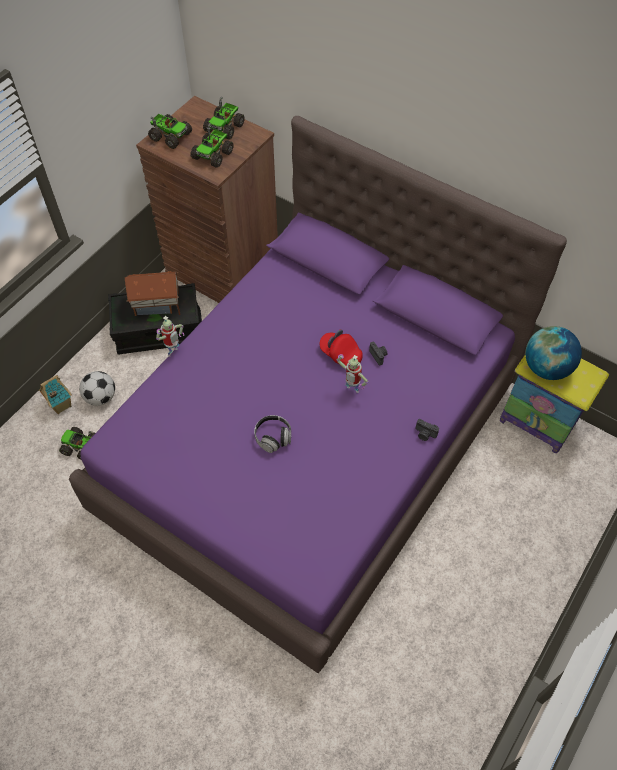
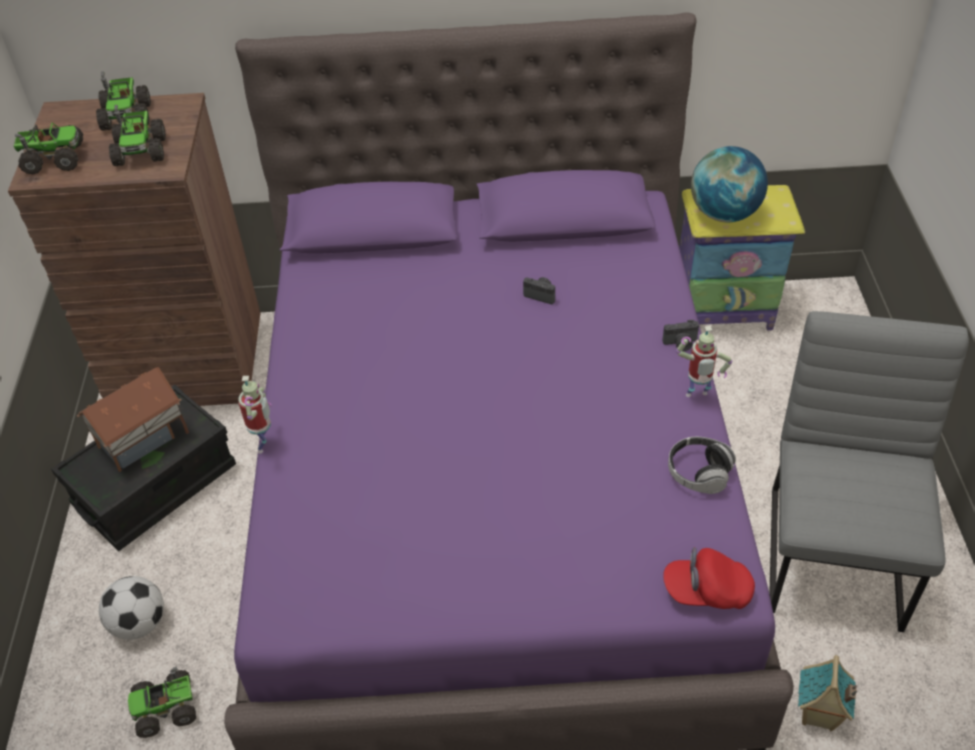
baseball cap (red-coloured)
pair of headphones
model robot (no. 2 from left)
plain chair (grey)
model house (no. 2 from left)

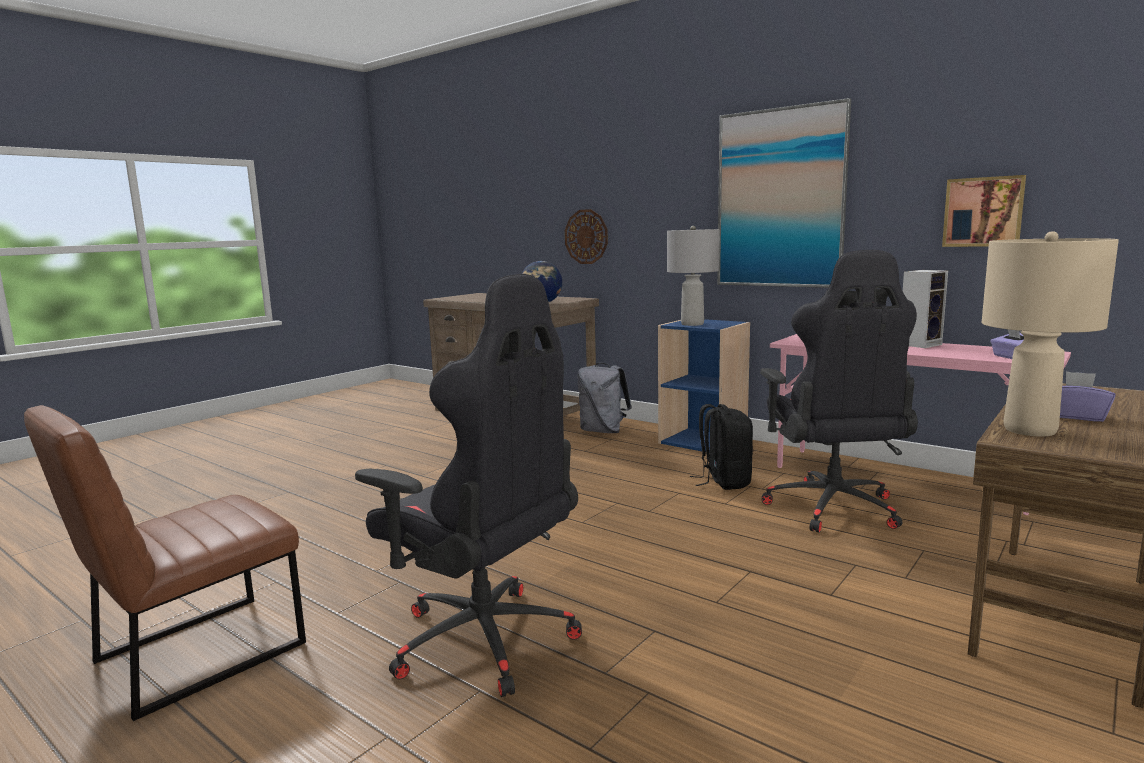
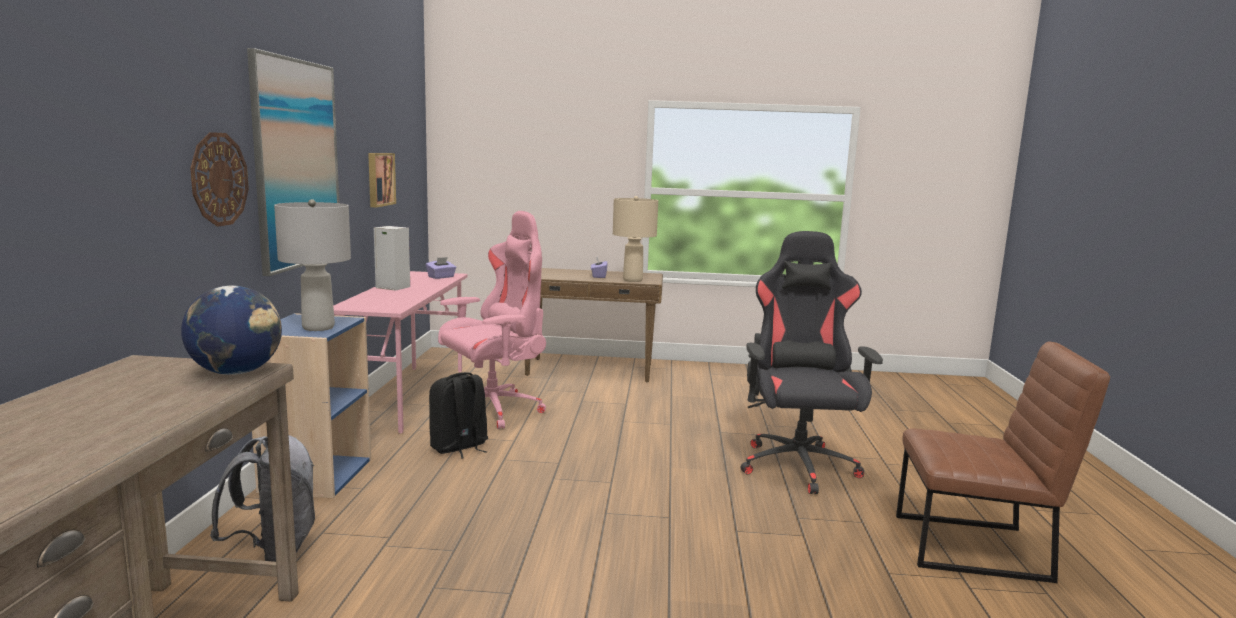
wall clock
office chair (pinkish)

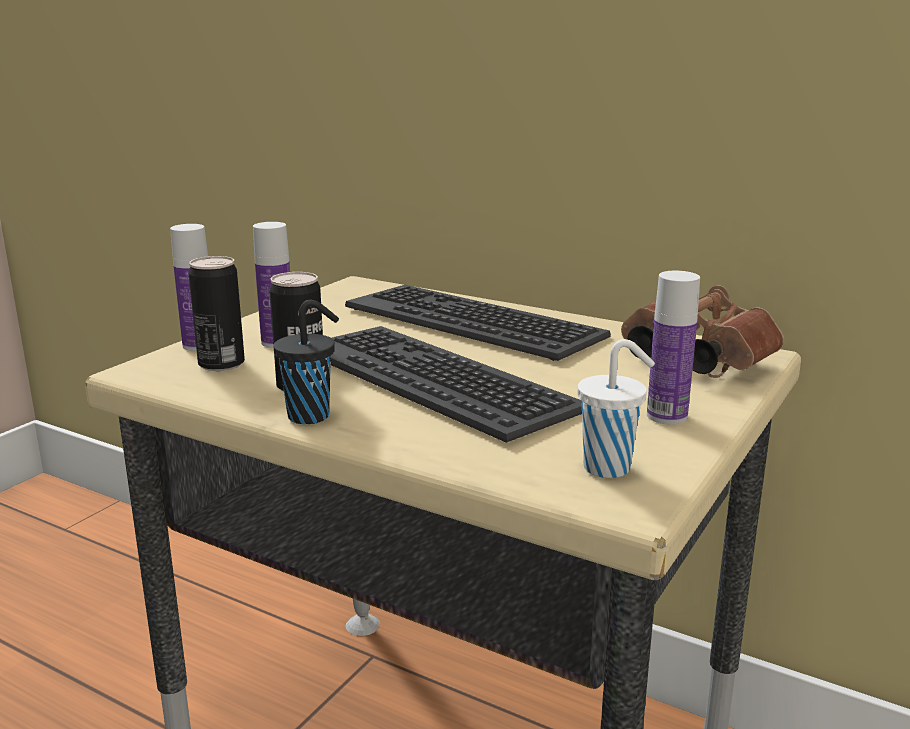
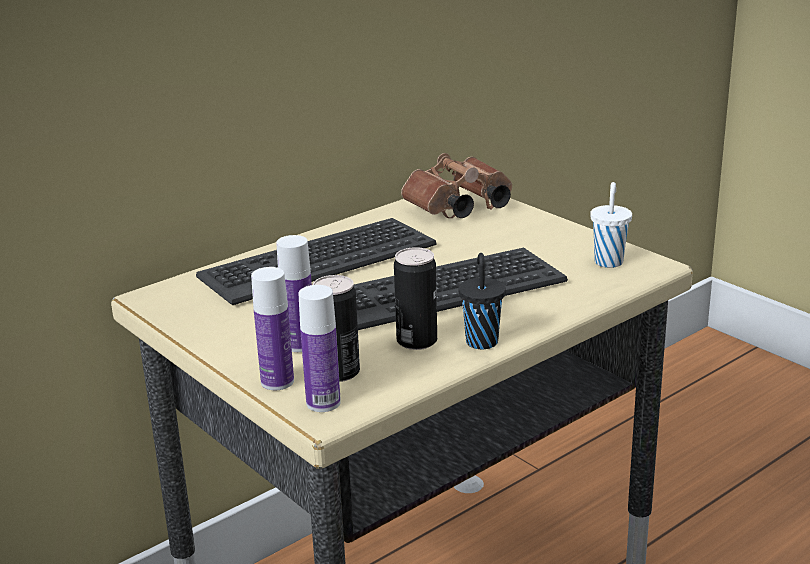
bottle (no. 3 from left)

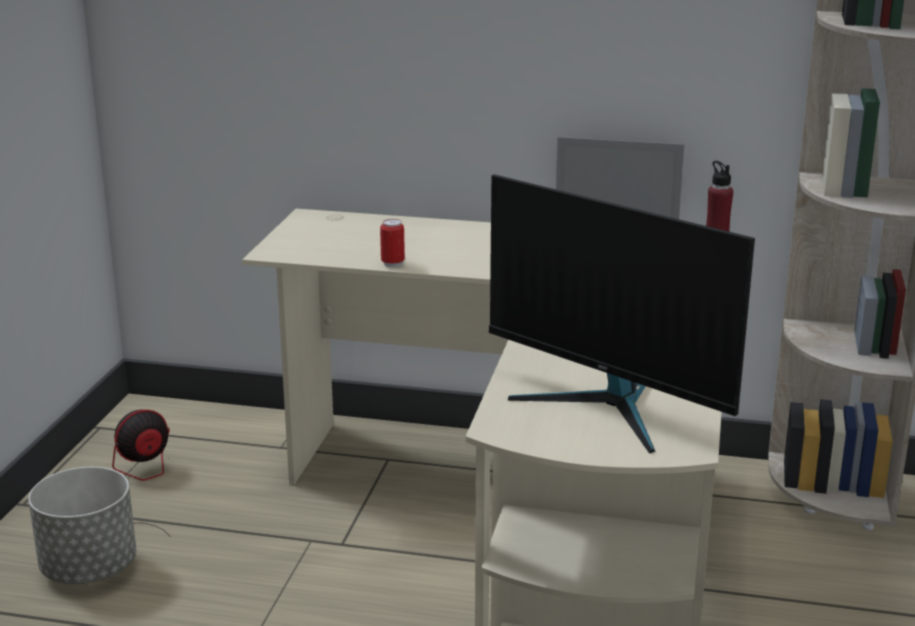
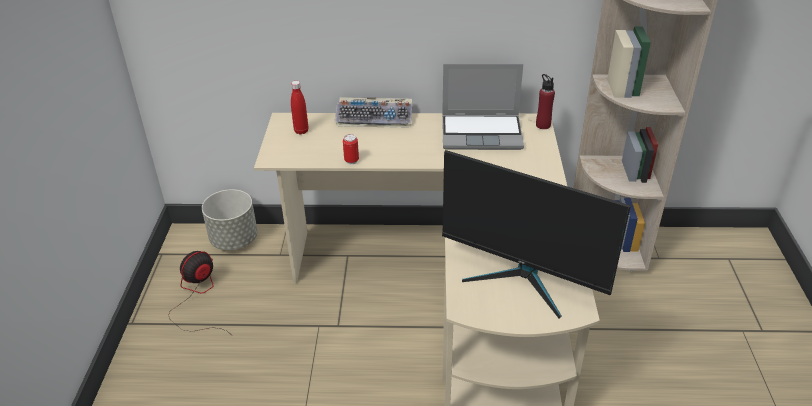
flower pot (grey)
bottle (red-coloured) (no. 1 from left)
computer keyboard

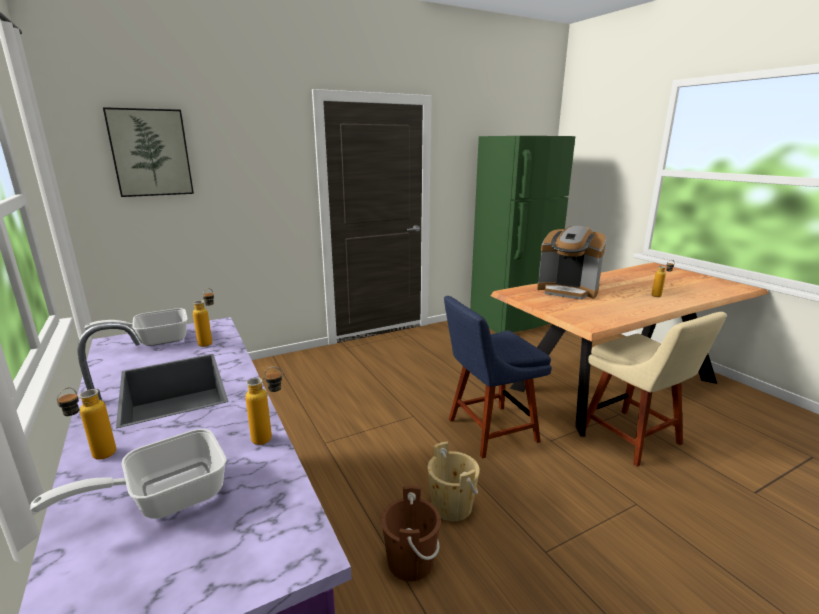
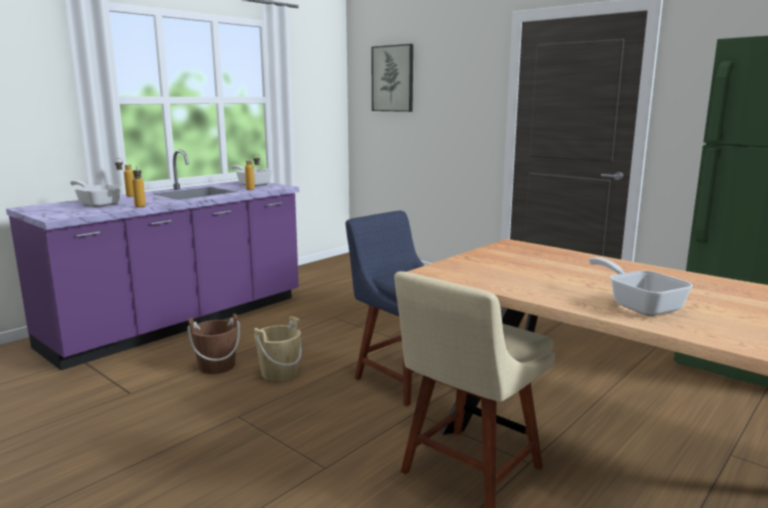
pan (no. 3 from left)
coffee maker

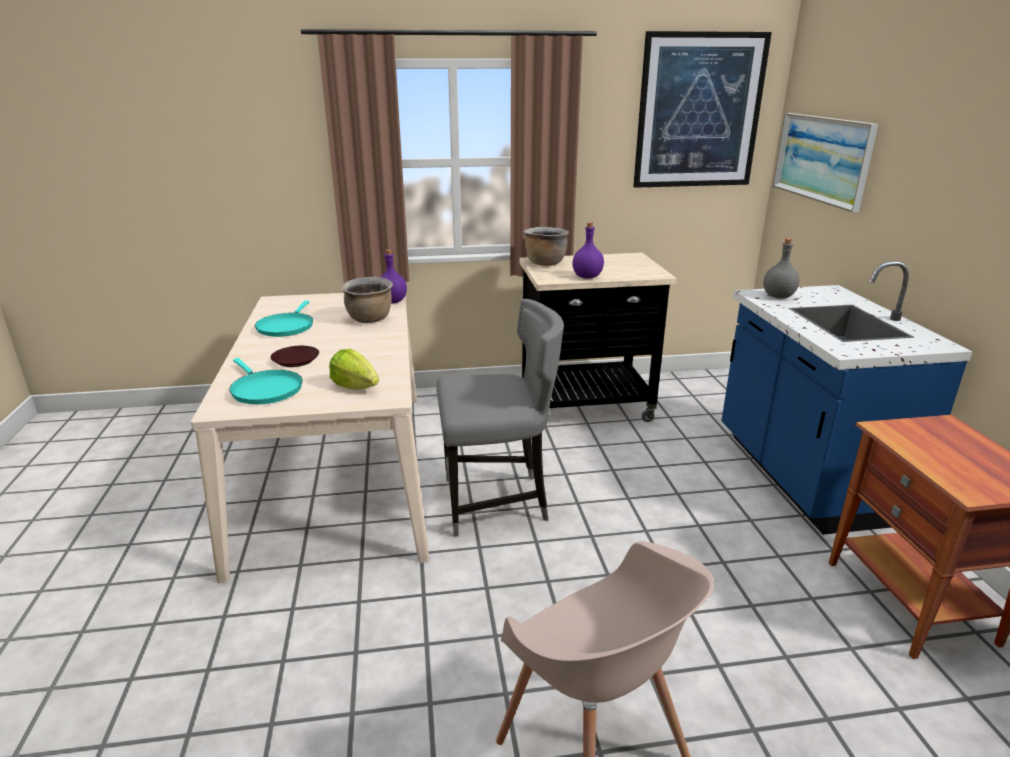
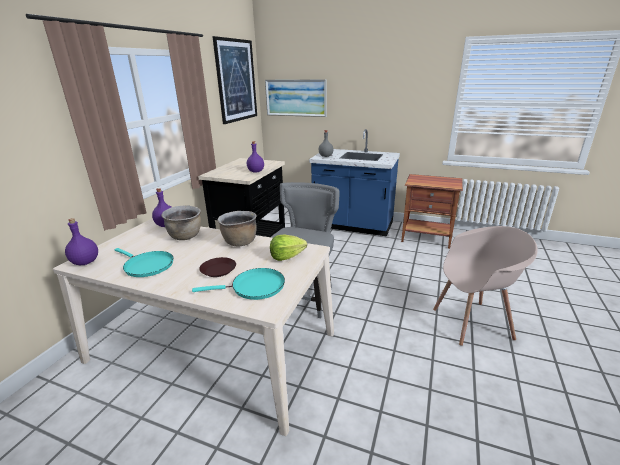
bottle (purple) (no. 1 from left)
saucepot (brown-coloured) (no. 2 from left)

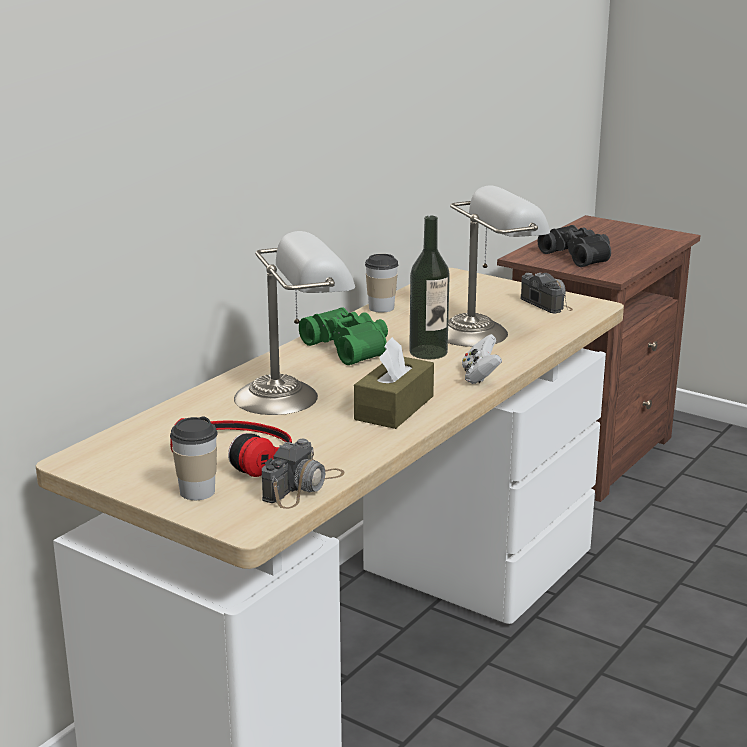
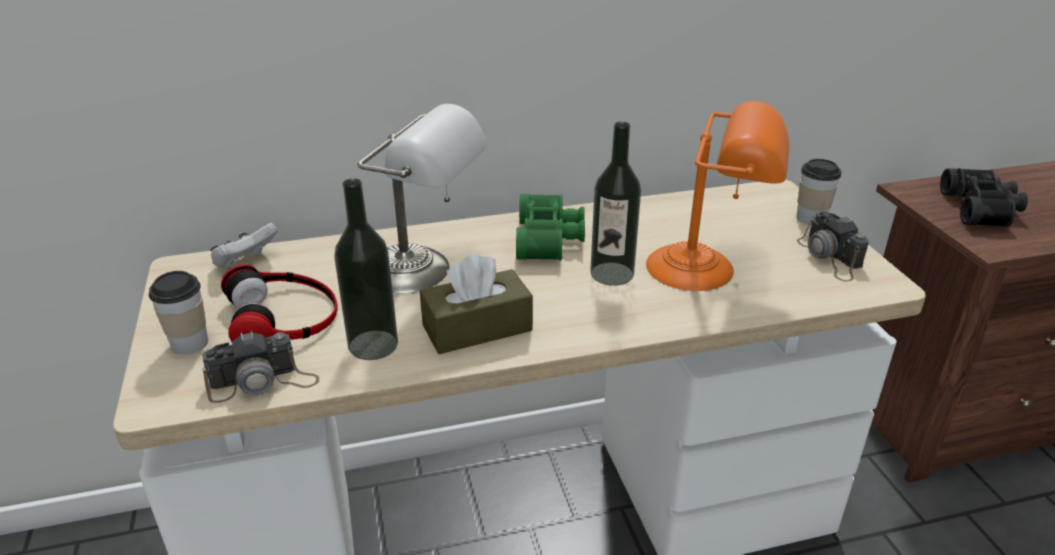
game controller (white-coloured)
bottle (no. 1 from left)
table lamp (orange)
drinking cup (no. 2 from left)
photo camera (no. 2 from left)

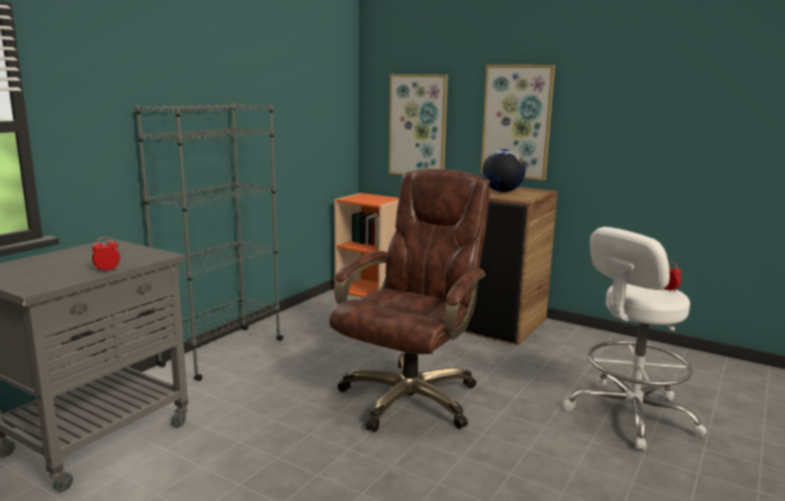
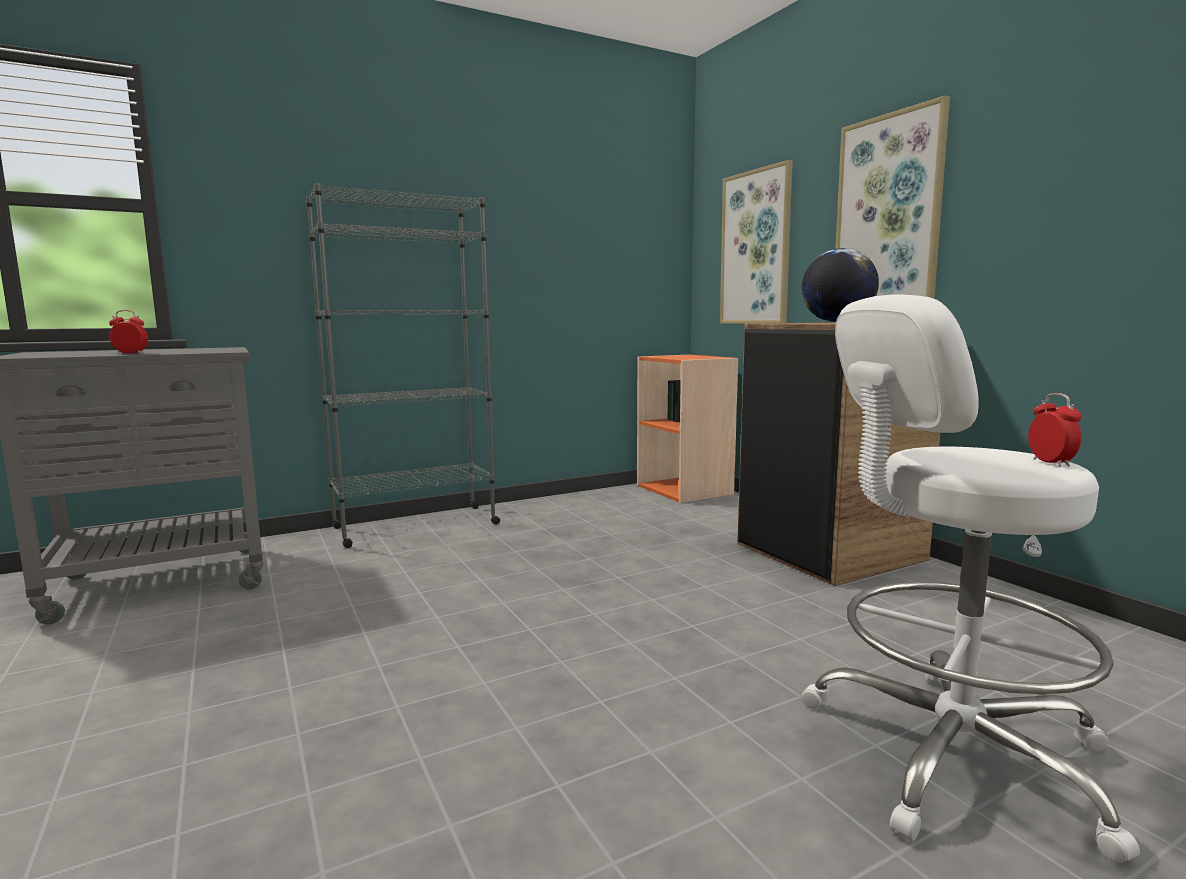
office chair (brown-coloured)

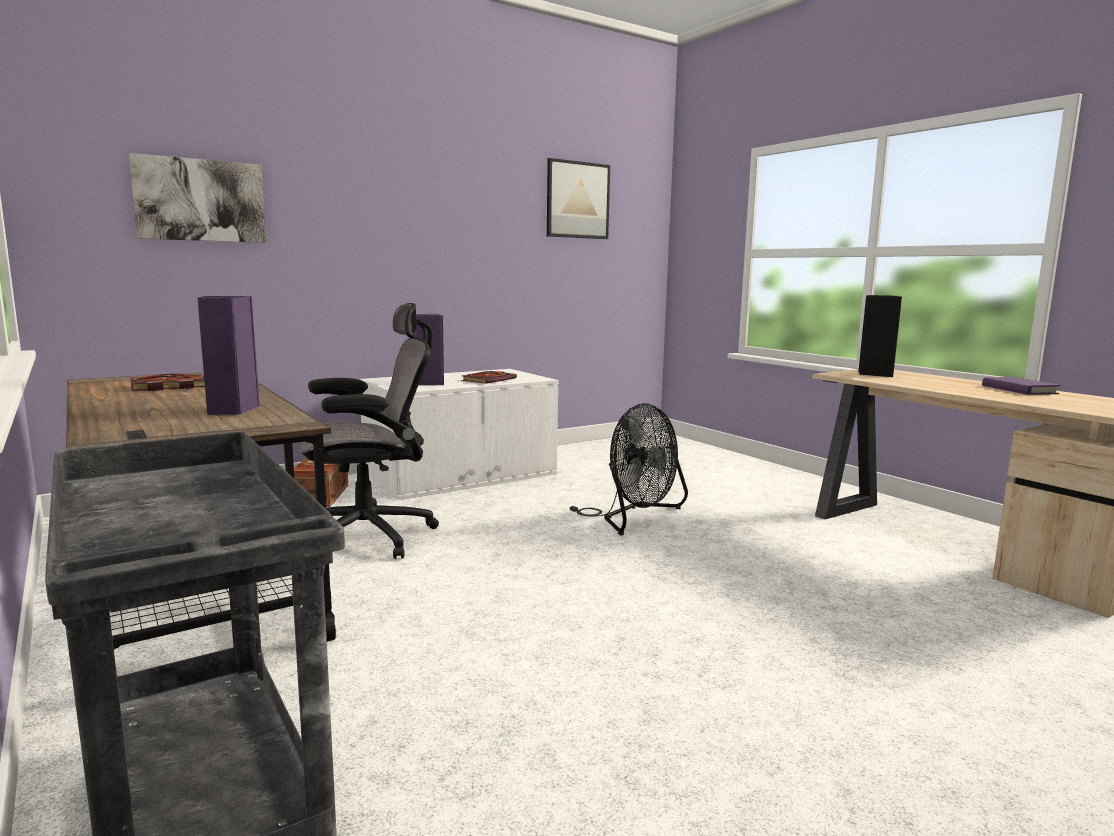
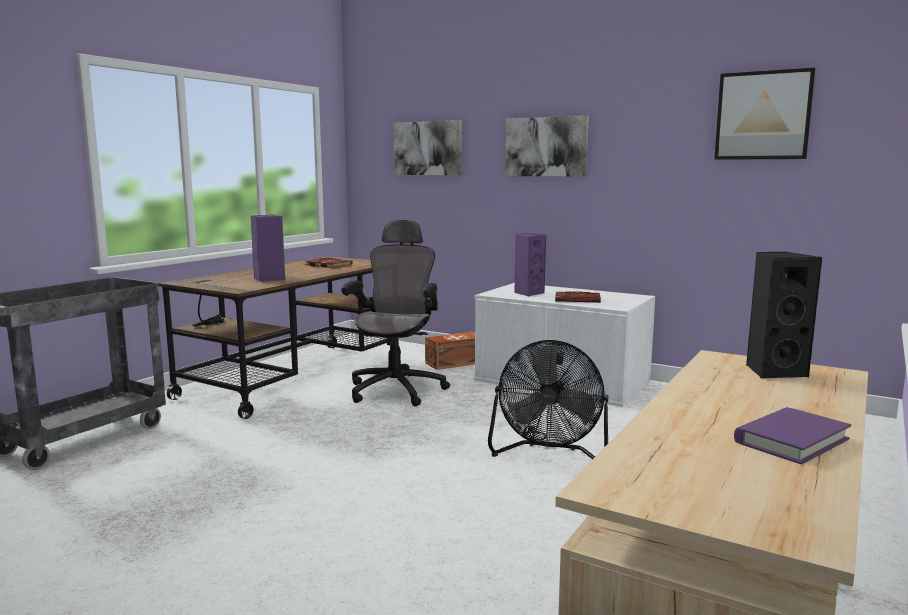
office chair
wall art (no. 2 from left)

